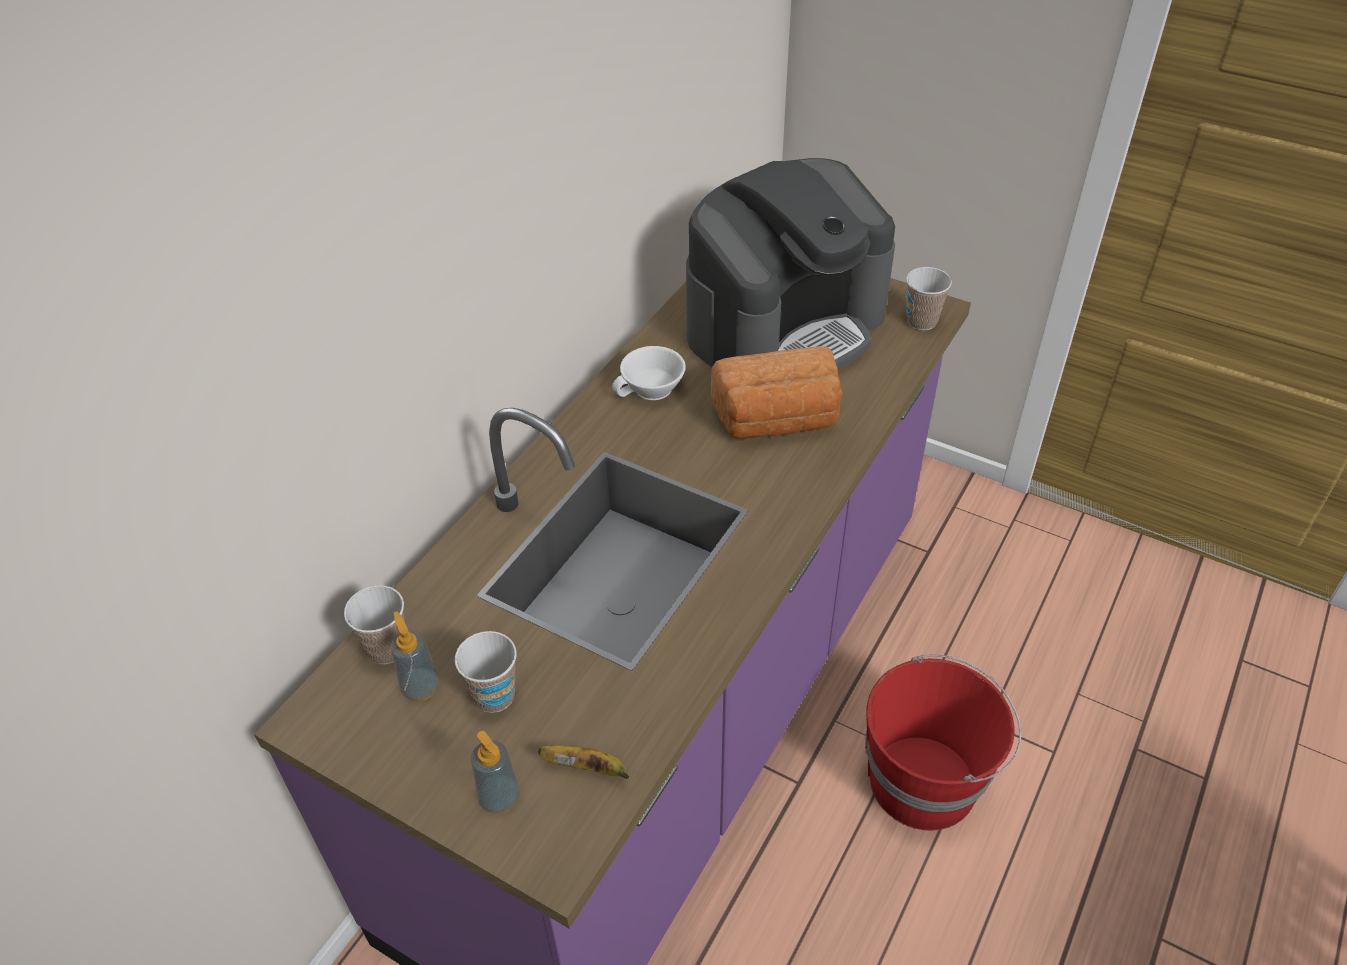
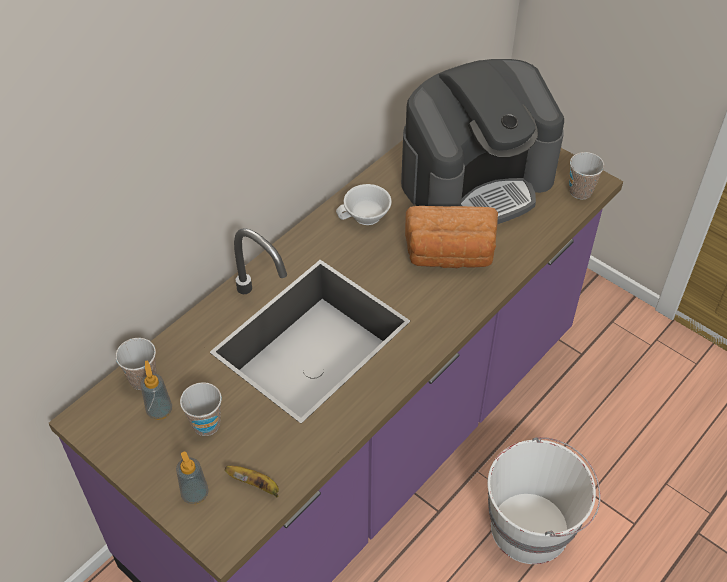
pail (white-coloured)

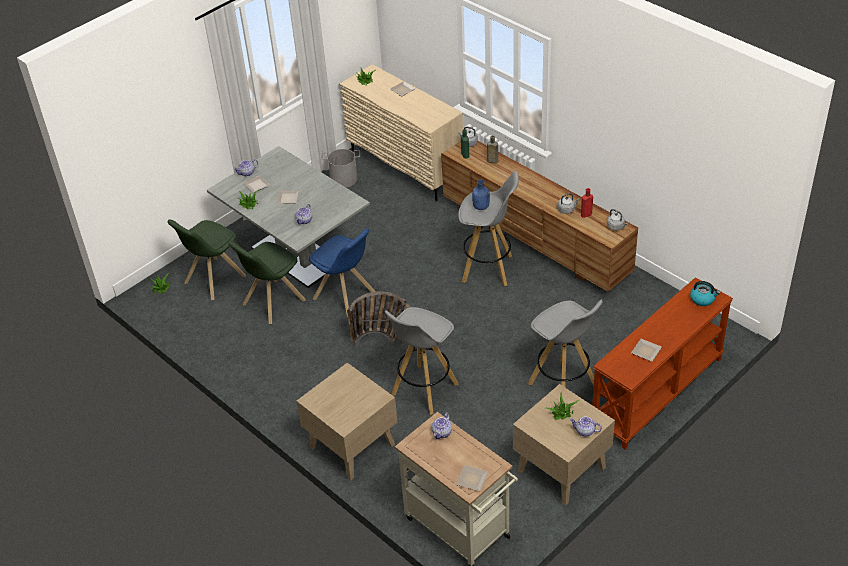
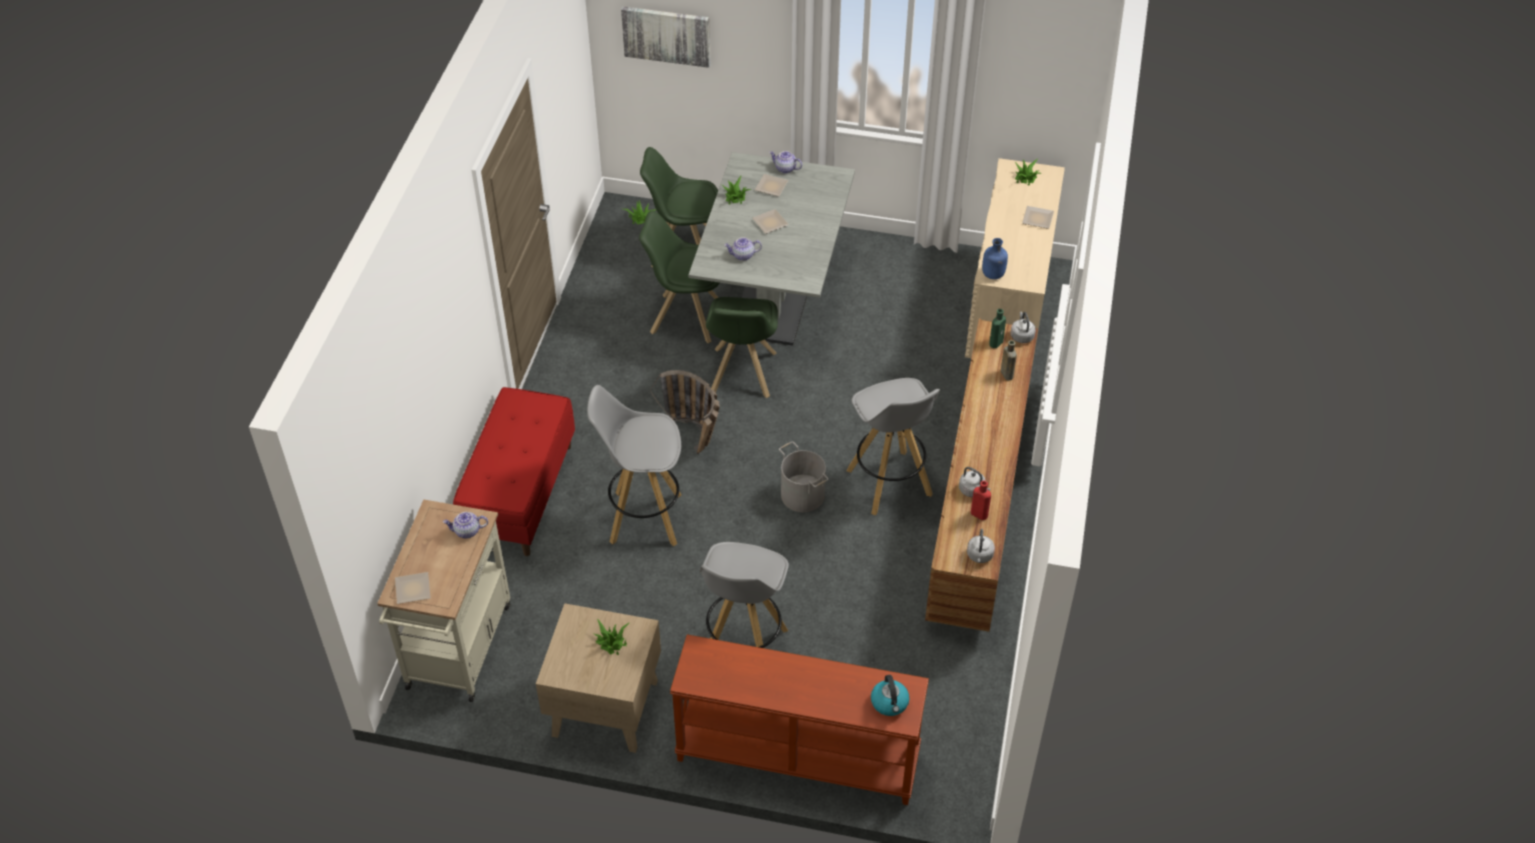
long seat (red-coloured)
wall art
plain chair (greenish) (no. 3 from left)
pail (grey)
bottle (blue)
pot for tea (no. 4 from left in the first image)
dinner plate (no. 5 from left in the first image)

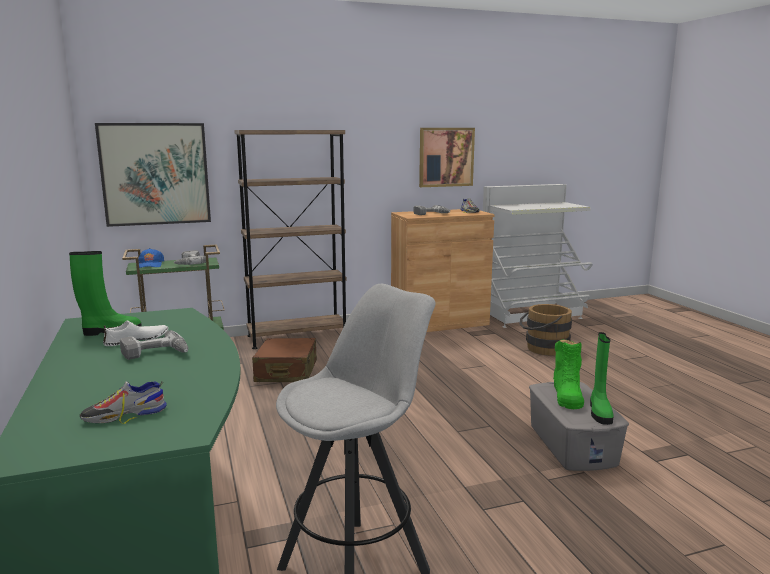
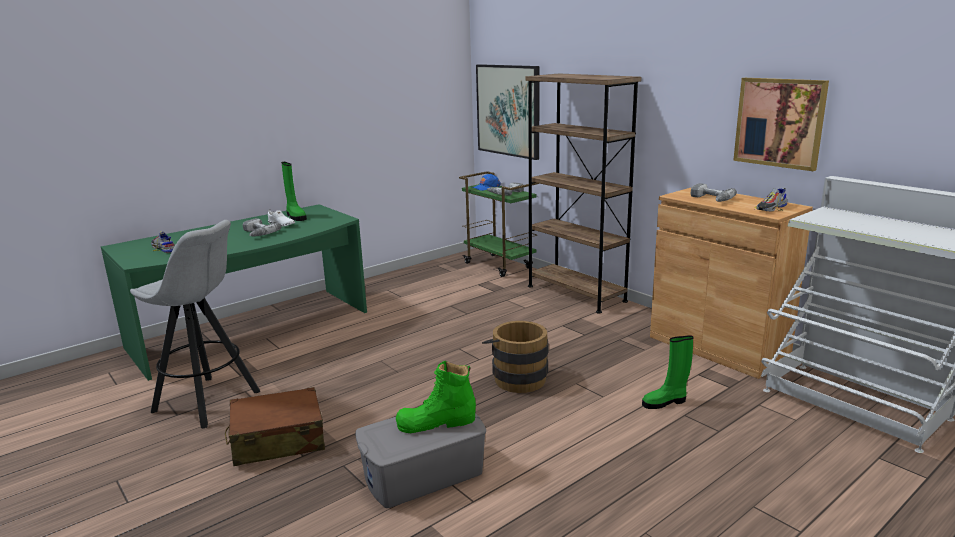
travel case (brown-coloured)
pail (brown-coloured)
boot (greenish) (no. 3 from left)

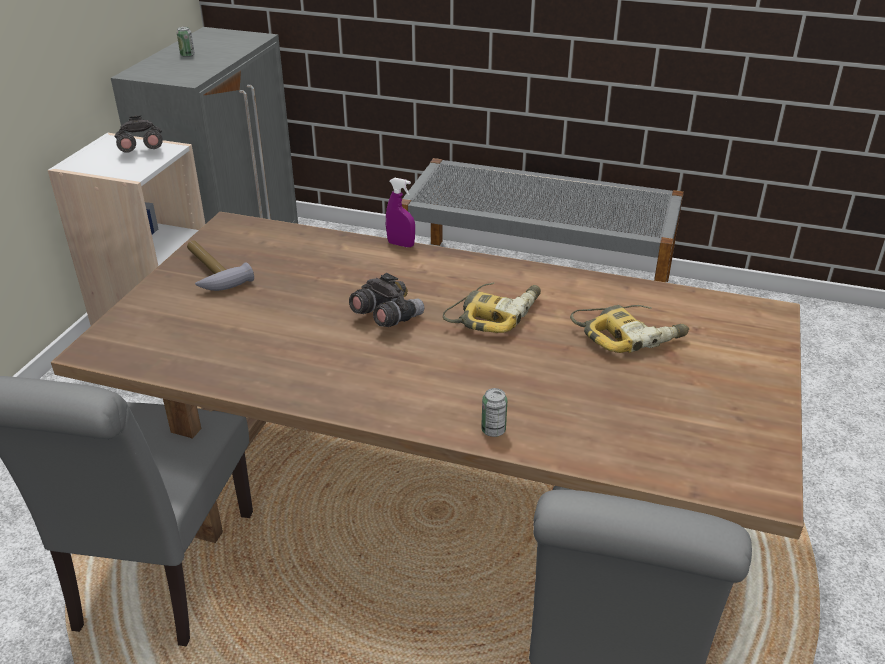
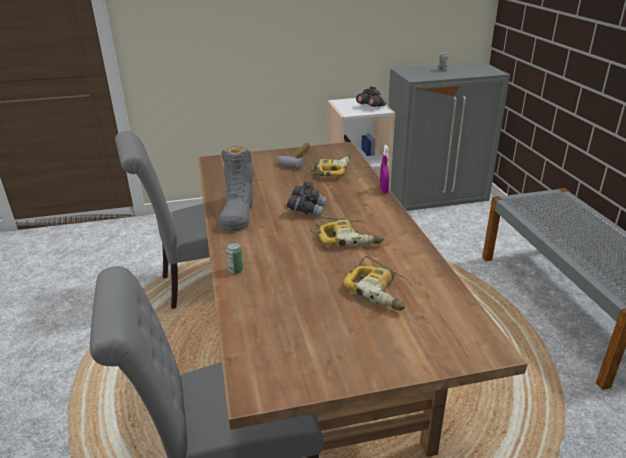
boot (grey)
drill (no. 1 from left)

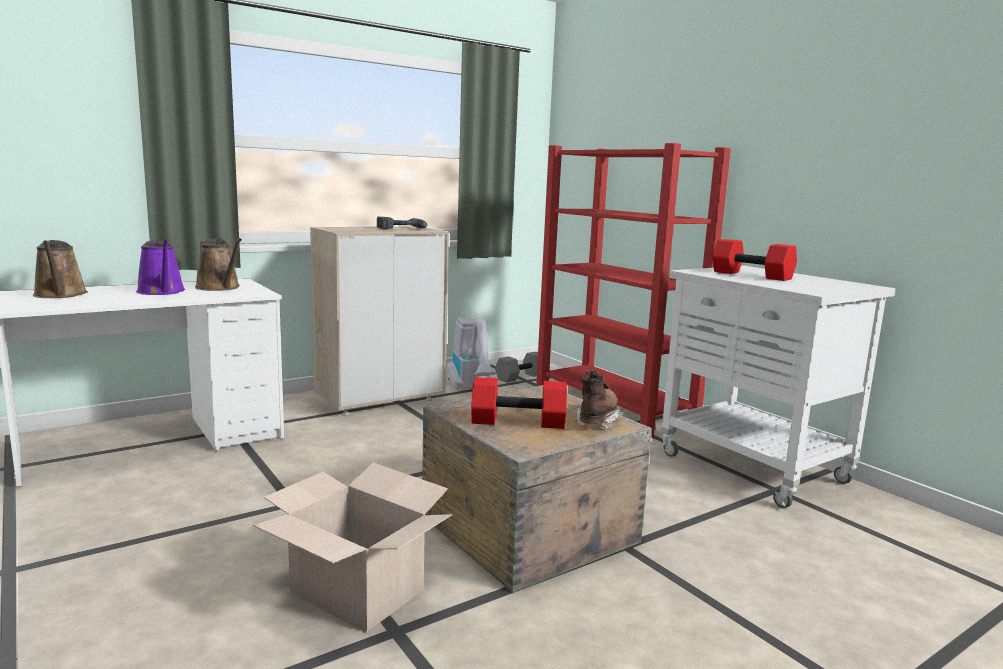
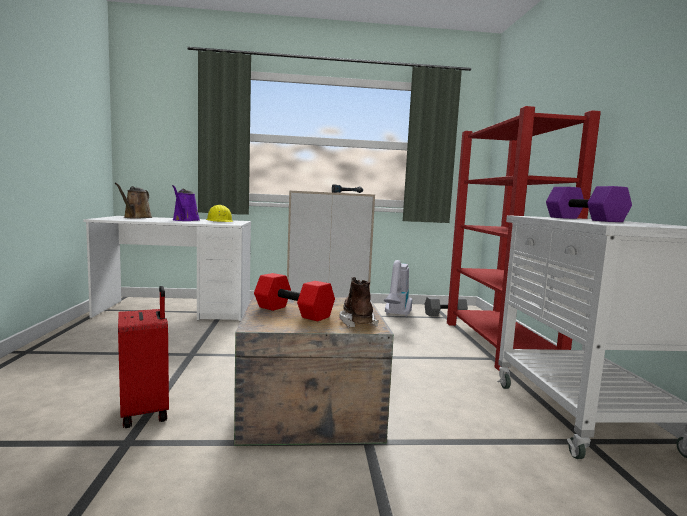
travel case (red-coloured)
hard hat (yellowish)
boot (brown-coloured)
hand weight (purple)

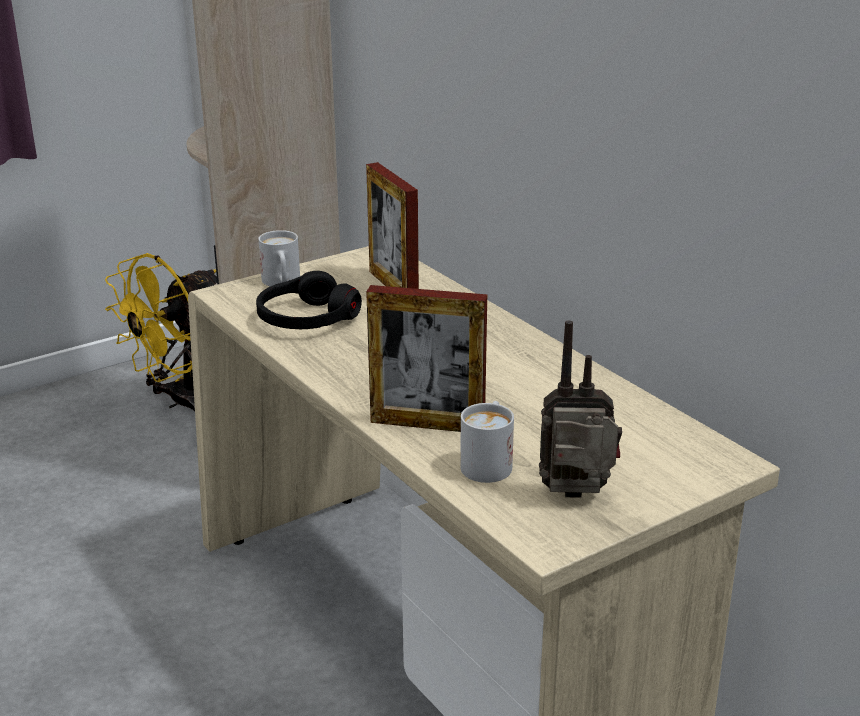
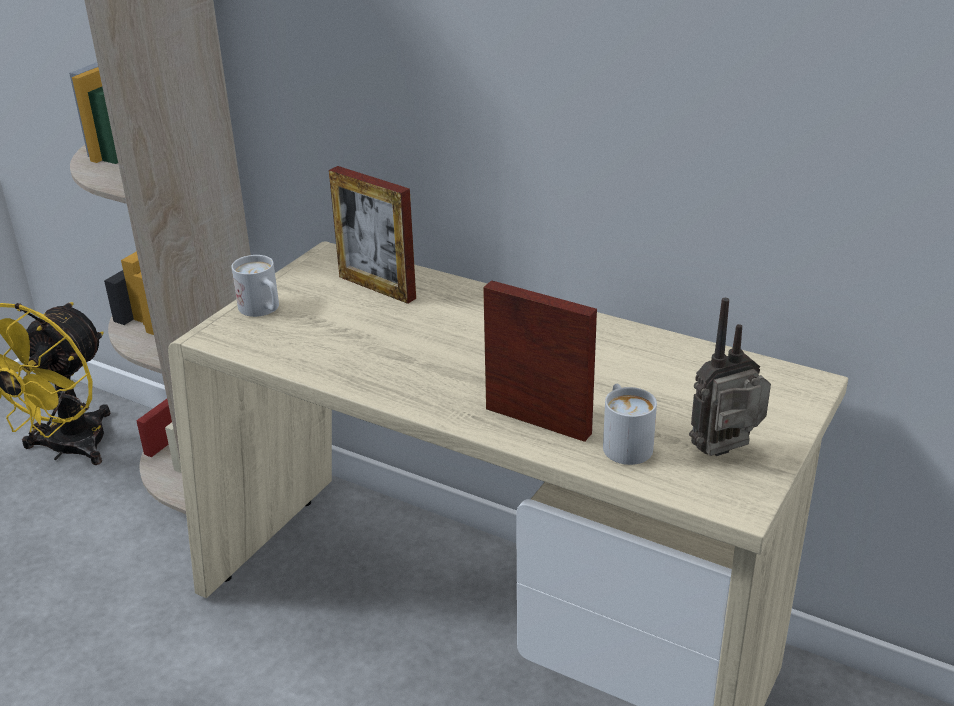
picture frame (no. 2 from left)
pair of headphones (black)

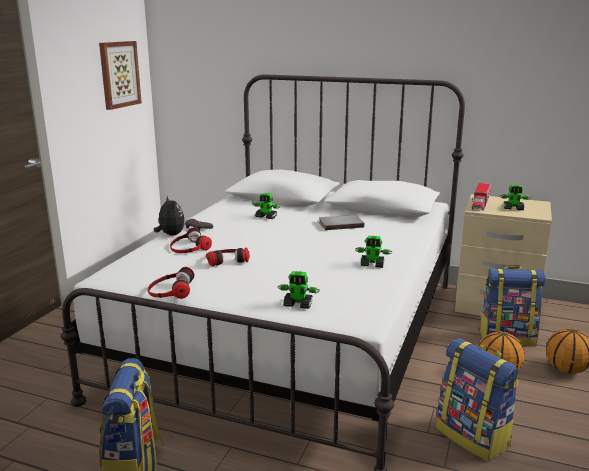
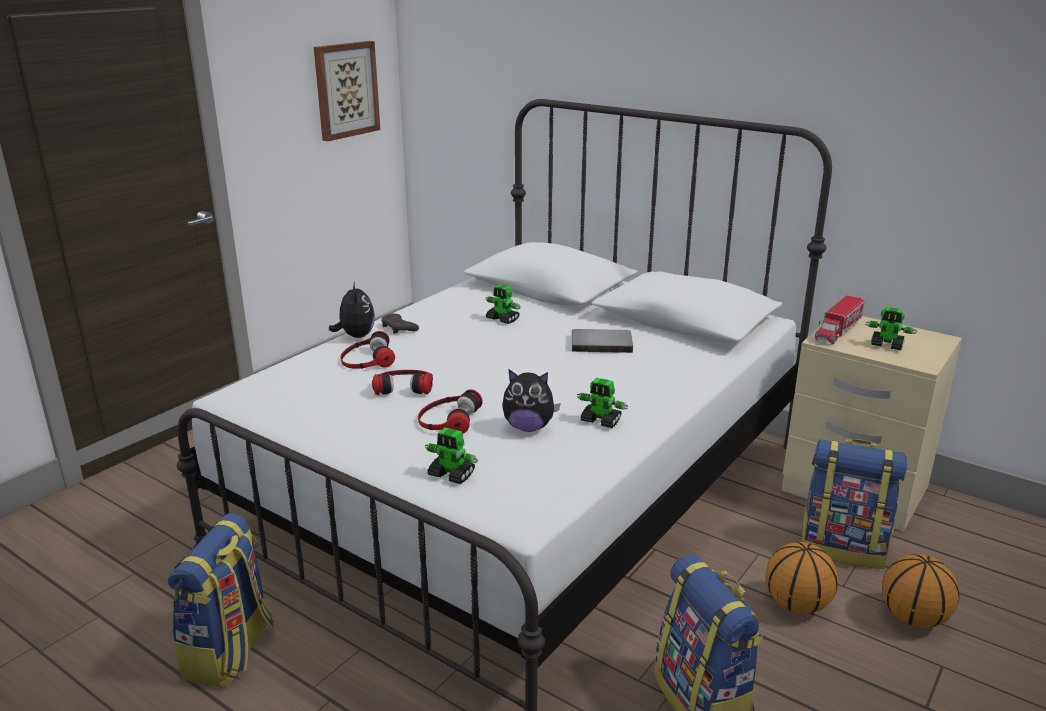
pair of headphones (no. 3 from left)
cuddly toy (no. 2 from left)

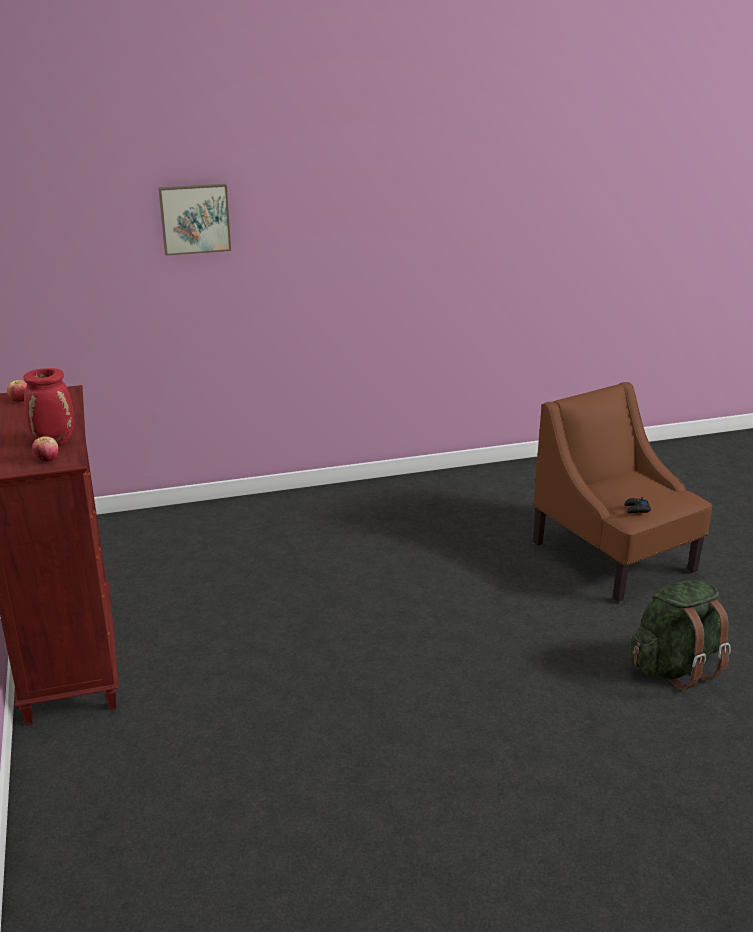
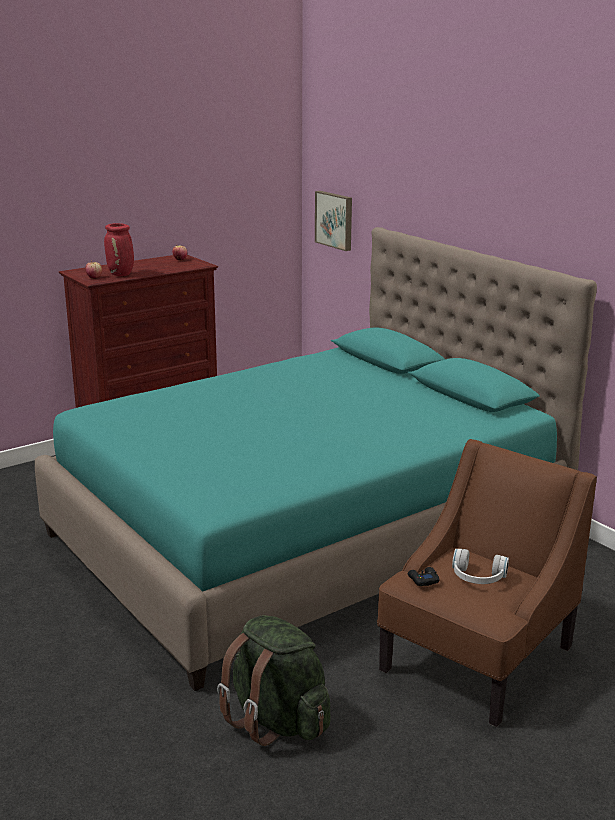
bedroom bed (blue-green)
wall art
pair of headphones (white-coloured)

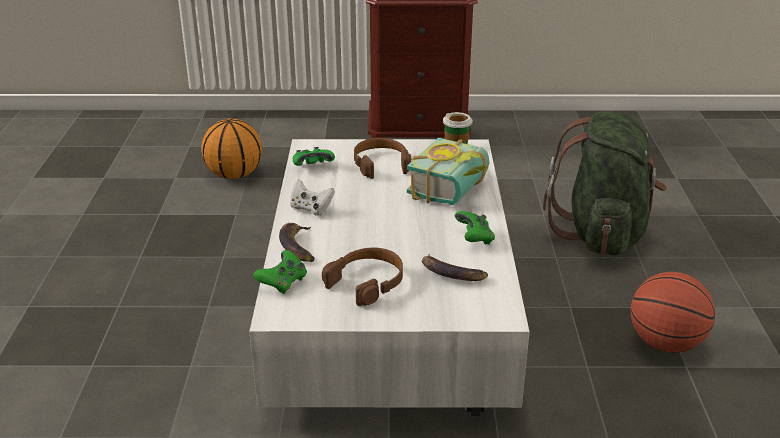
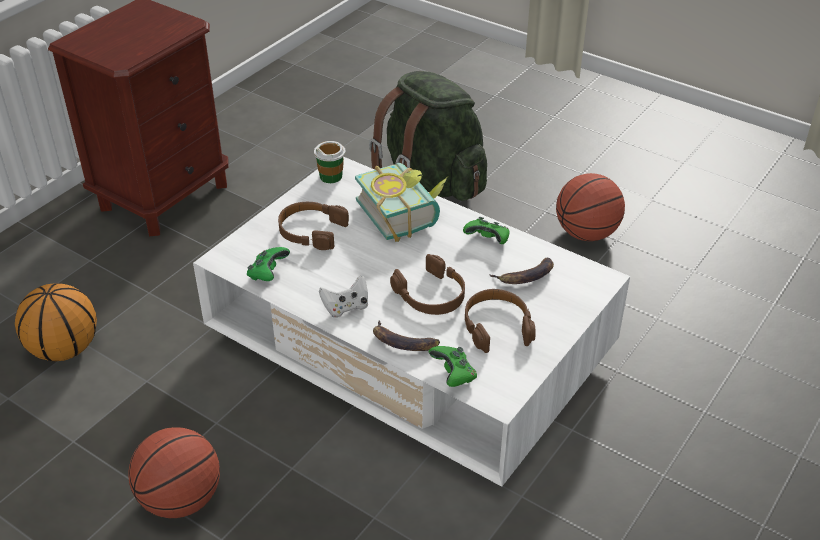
basketball (no. 2 from left)
pair of headphones (brown-coloured) (no. 2 from left)

